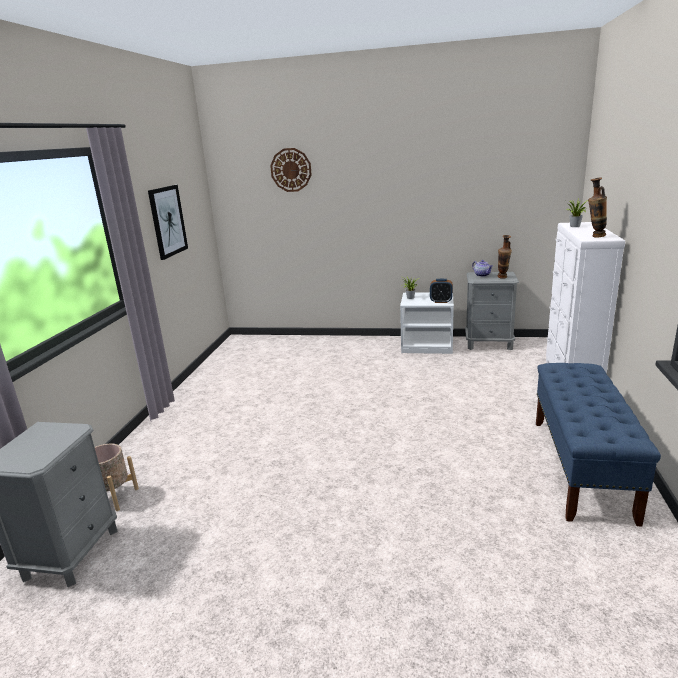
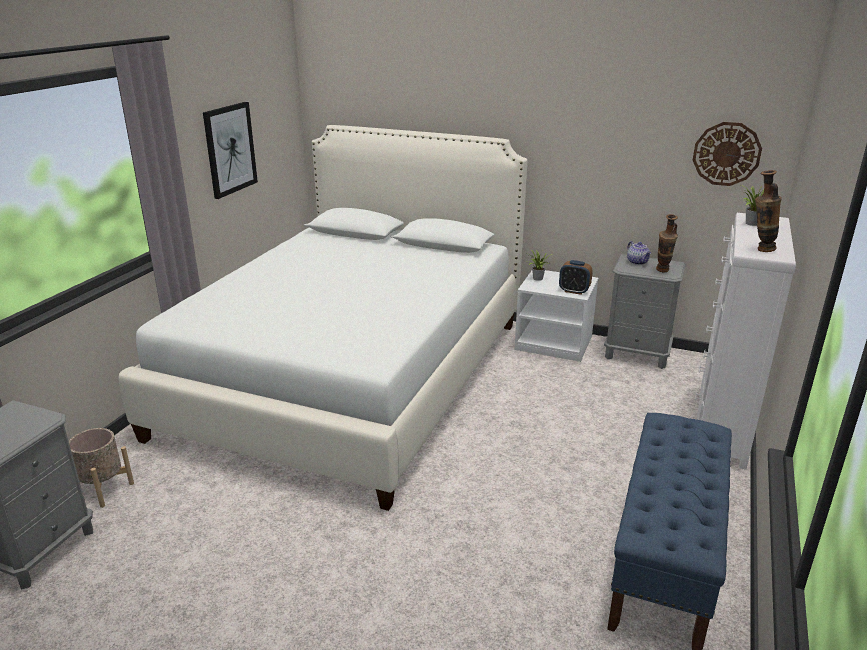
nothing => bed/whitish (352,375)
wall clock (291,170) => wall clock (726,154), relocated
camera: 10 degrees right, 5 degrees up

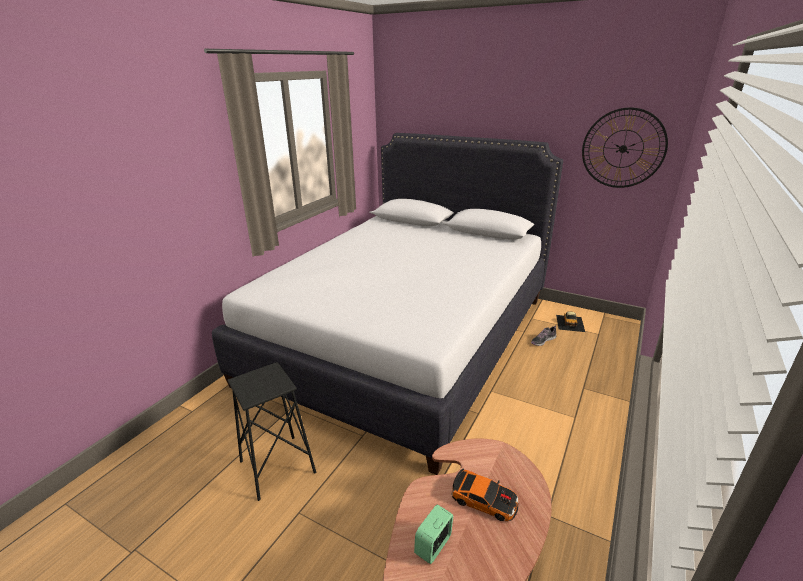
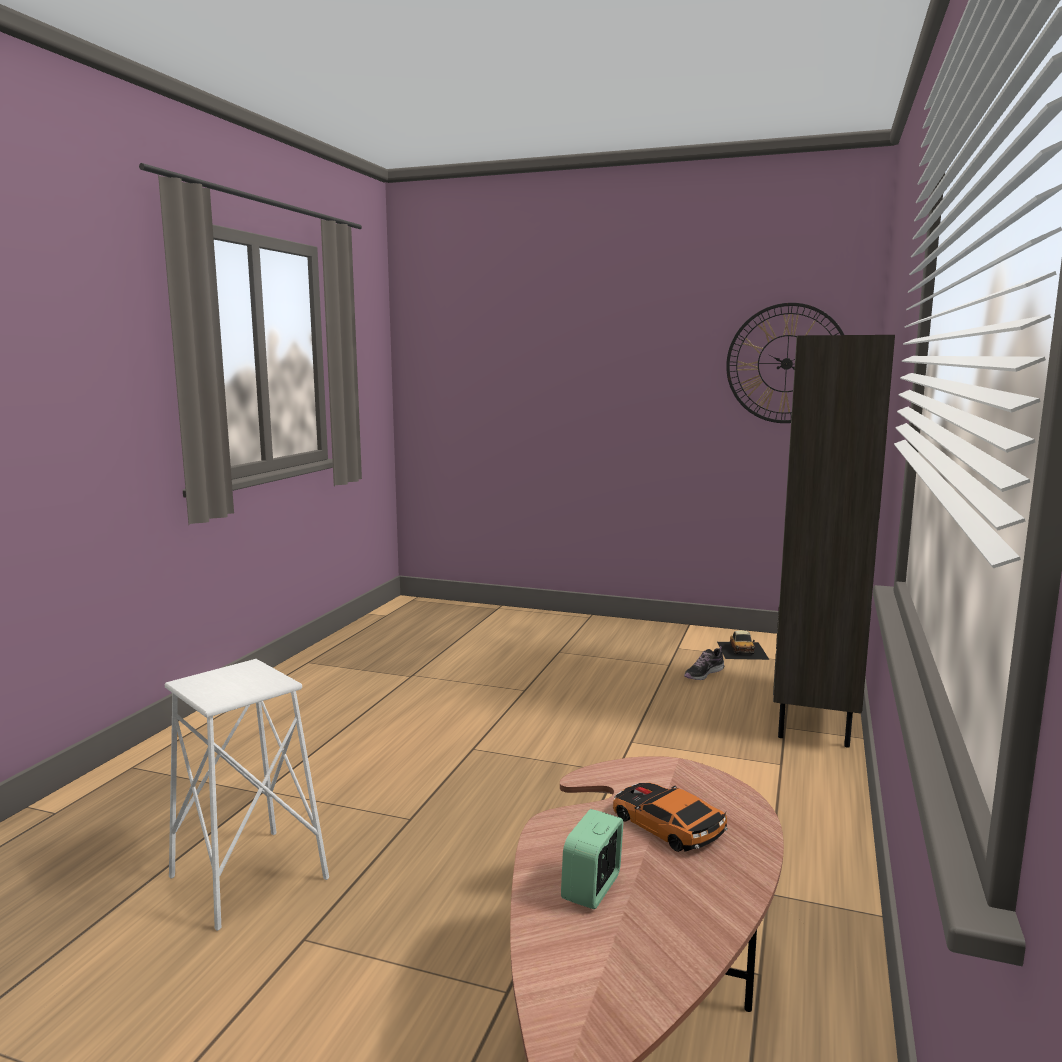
bed/whitish (405,337) => nothing
nothing => shelving unit/brown (816,715)
stool/blackish (277,467) => stool/whitish (249,878)
model car (484,499) => model car (666,825), 150 degrees counterclockwise
camera: 10 degrees left, 15 degrees down

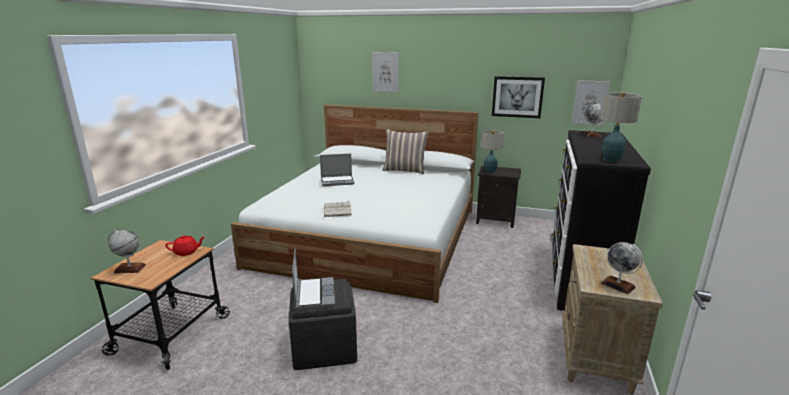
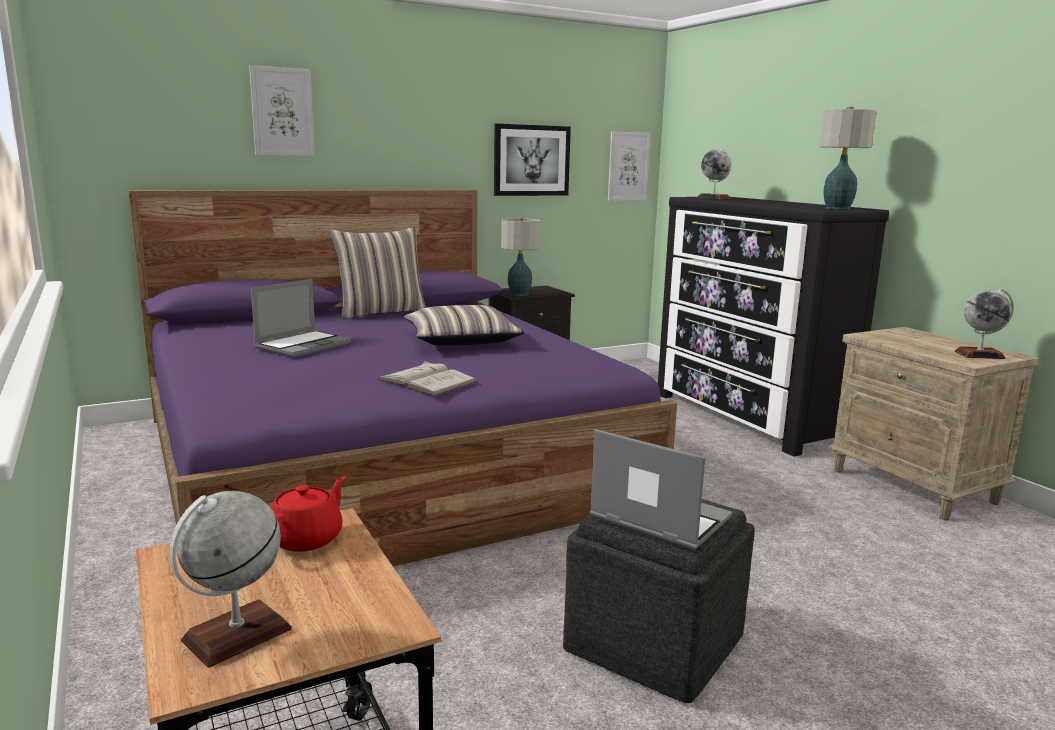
nothing => throw pillow (462,340)
bed/whitish (371,236) => bed/purplish (381,457)
camera: 45 degrees left, 5 degrees down

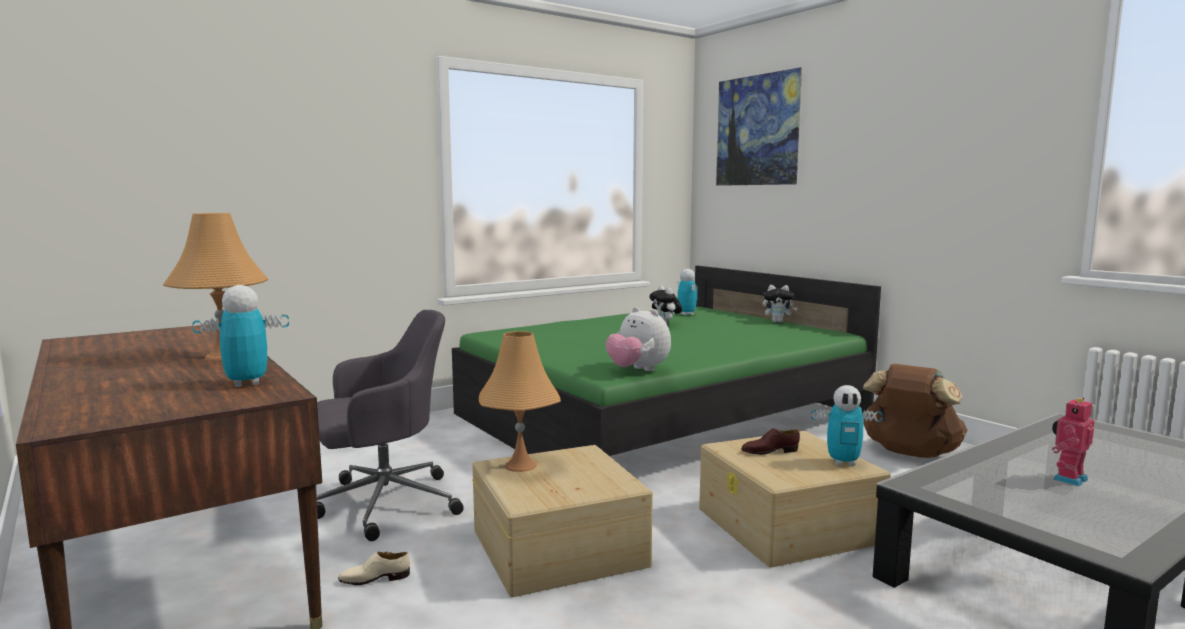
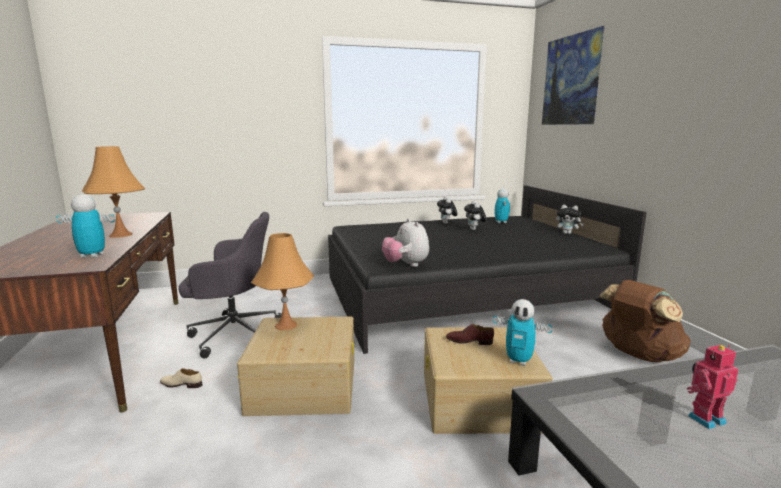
nothing => cuddly toy (446,223)
bed/green-coloured (661,415) => bed/blackish (462,295)
camera: 20 degrees right, 5 degrees up

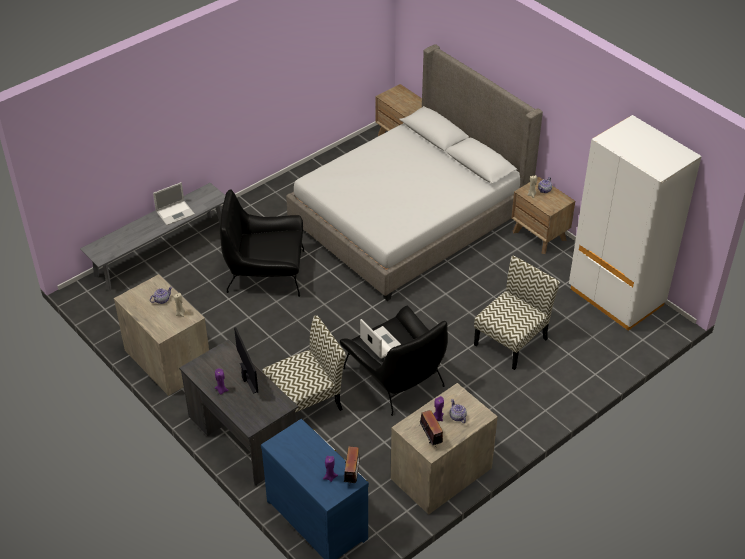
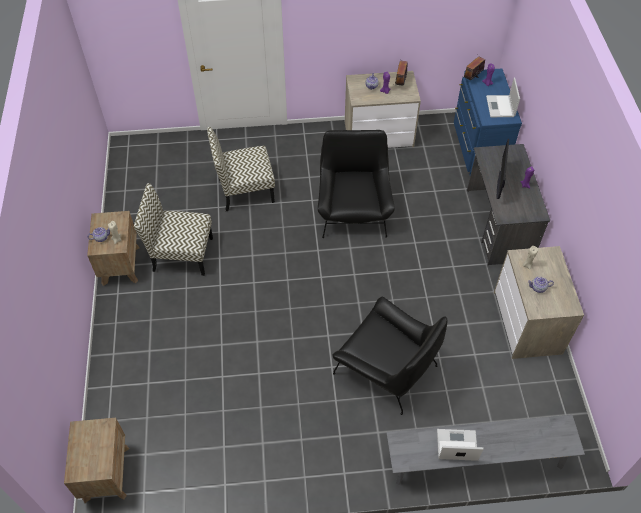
bed (409,218) => nothing
armoire/whitish (616,297) => nothing
upright chair (305,402) => upright chair (181,254), relocated
portable computer (380,342) => portable computer (500,107), relocated
camera: 145 degrees left, 10 degrees up

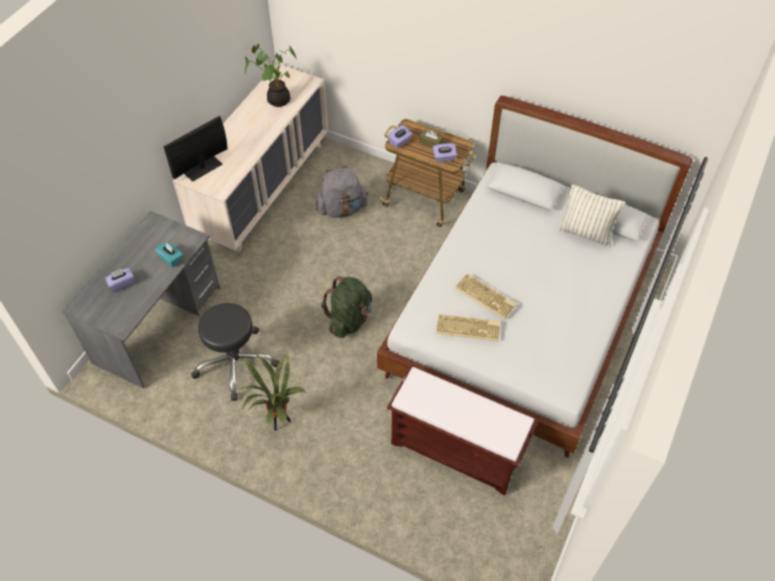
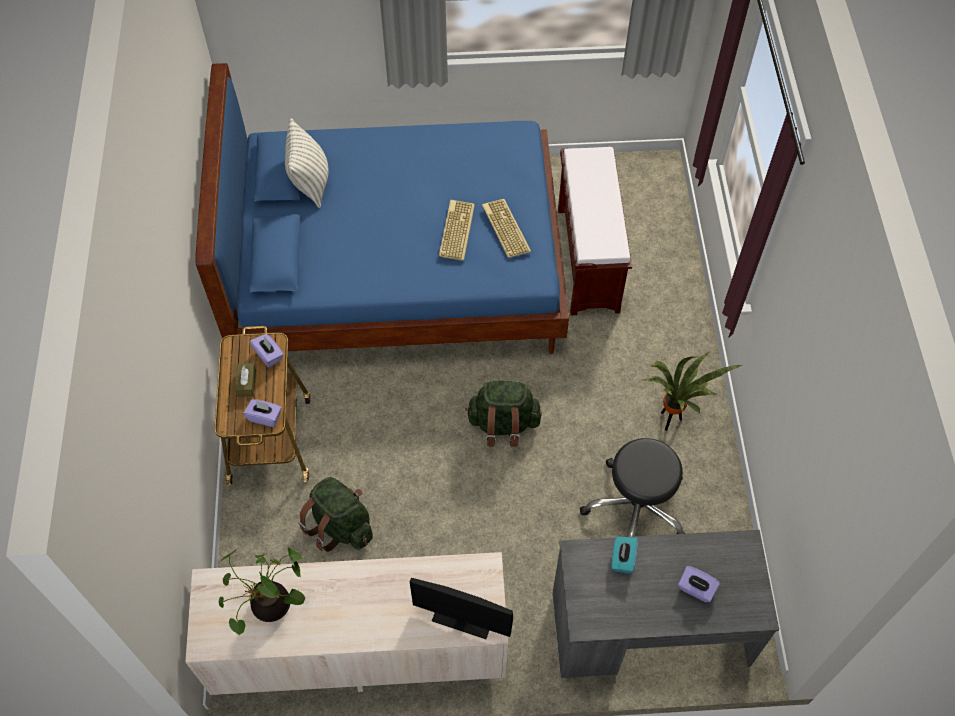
knapsack/gray (342,209) => knapsack/green-coloured (340,525)
bed/whitish (522,318) => bed/blue (397,267)
camera: 120 degrees left, 5 degrees up

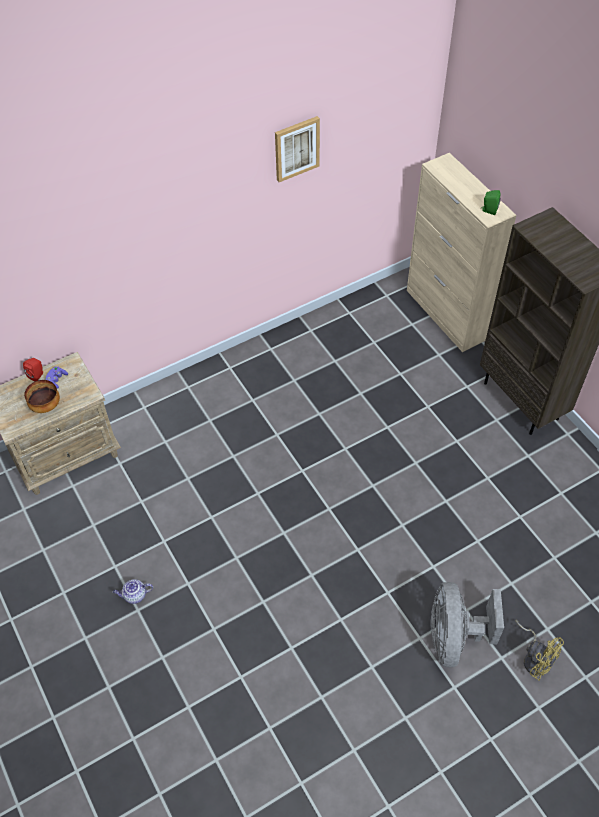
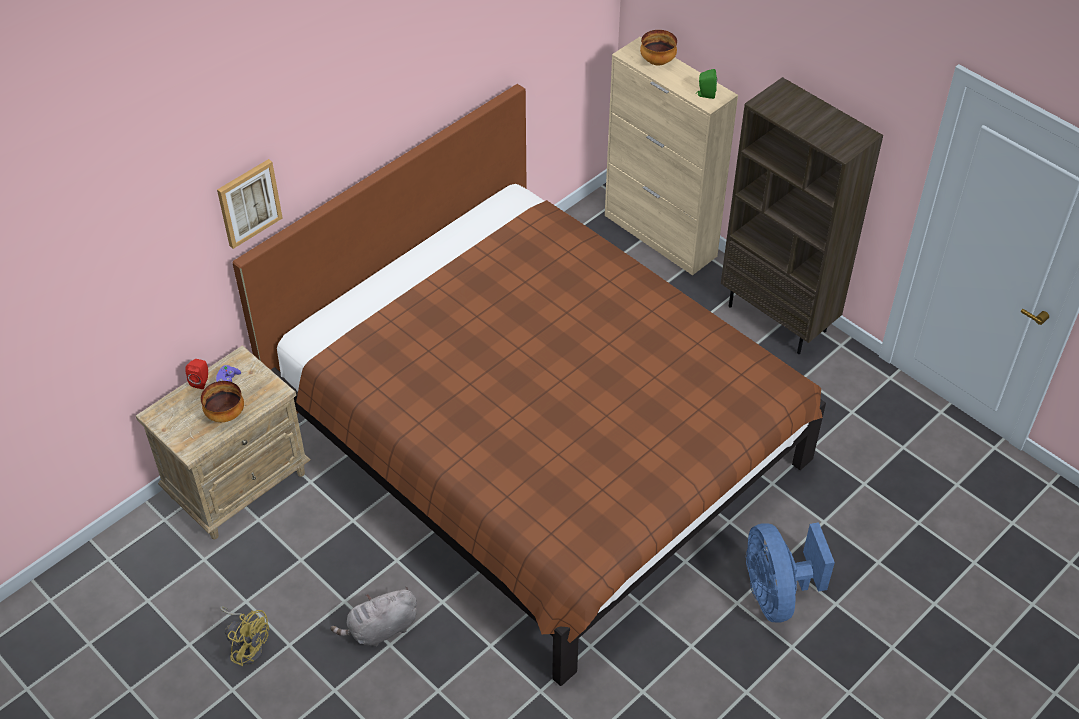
nothing => bed/brown (538,443)
nothing => serving bowl (657,61)
wall picture (296,148) => wall picture (248,202), relocated
electric fan/yellow-coloured (535,658) => electric fan/yellow-coloured (247,645), relocated
pot for tea (134,595) => cuddly toy/gray (380,629)
electric fan/gray (454,637) => electric fan/blue (776,593)
camera: 15 degrees left, 5 degrees down

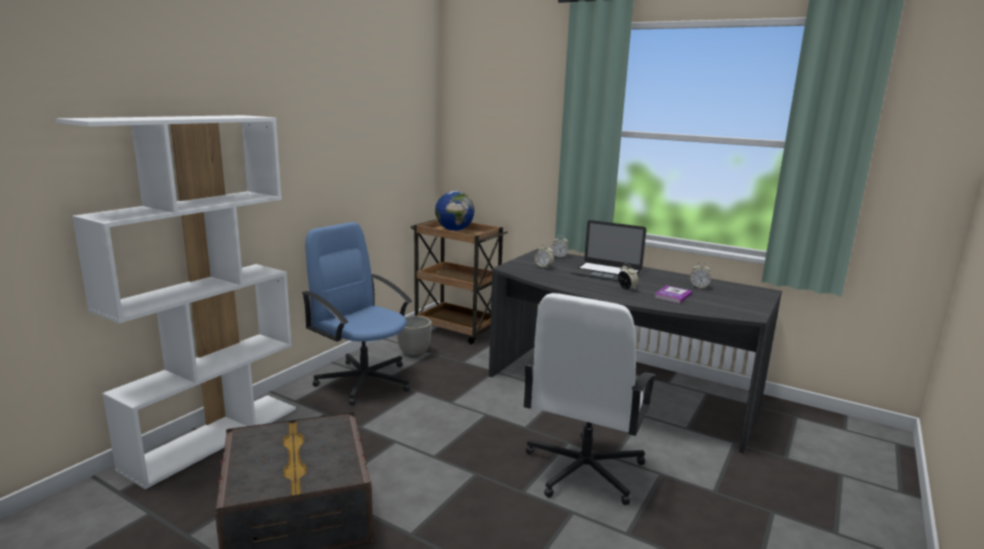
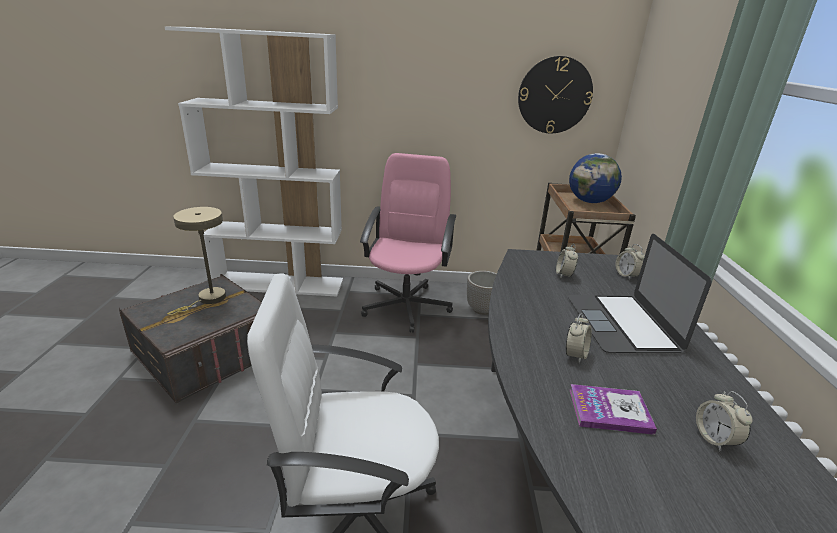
nothing => lamp for a table/beige (208,299)
nothing => wall clock (554,95)
office chair/blue (364,380) => office chair/pink (406,305)
camera: 60 degrees right, 10 degrees up

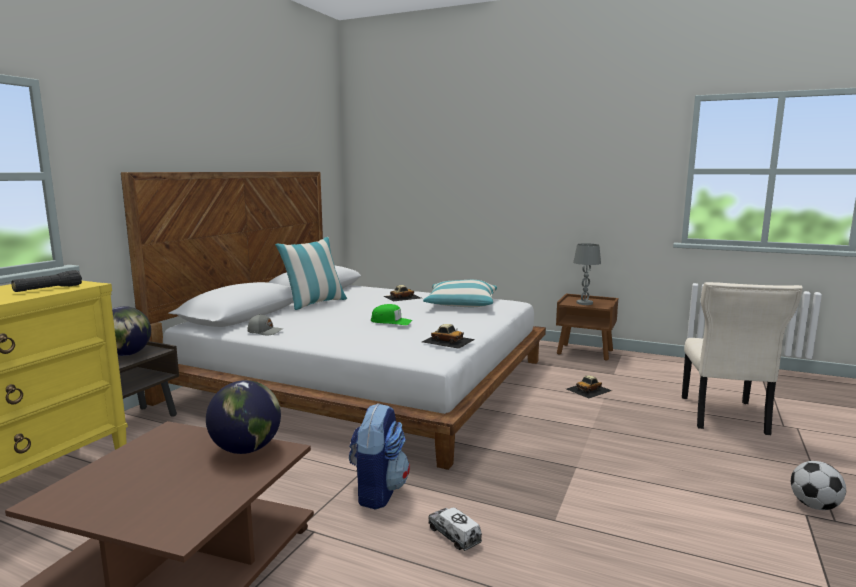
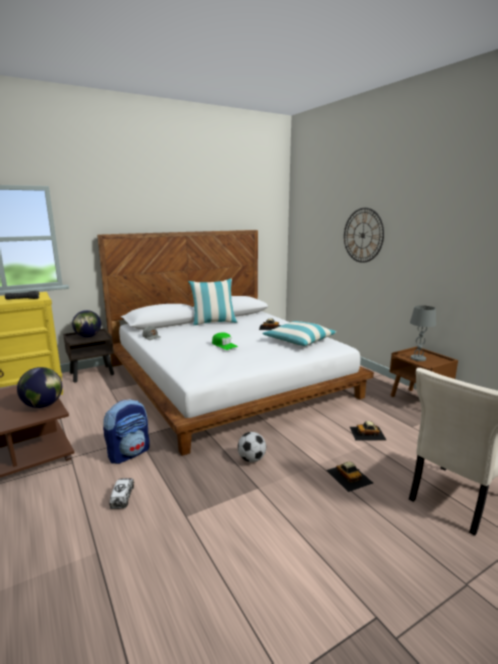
nothing => wall clock (363,235)
model car (448,340) => model car (349,476), relocated
football ball (815,506) => football ball (251,459), relocated
camera: 35 degrees right, 5 degrees up

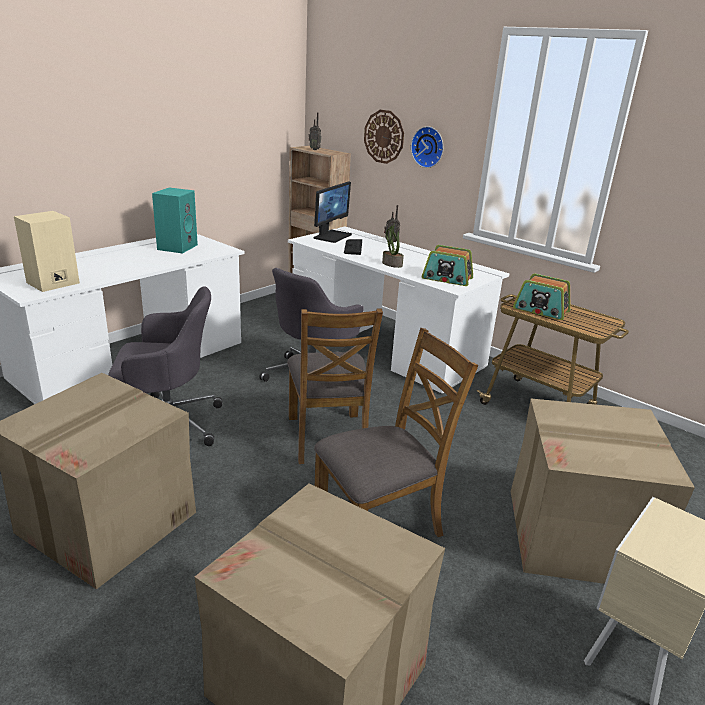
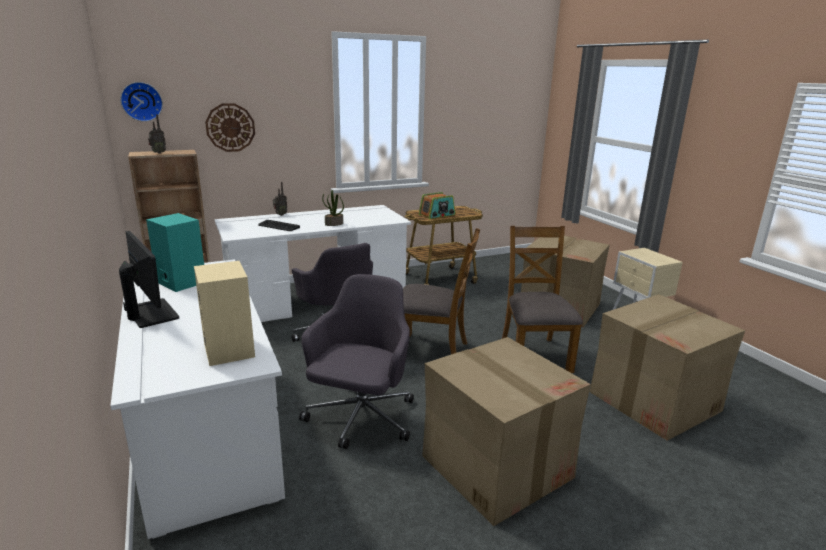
radio receiver (447,278) => nothing
computer screen (332,236) => computer screen (150,313), relocated
wall clock (428,147) => wall clock (141,101), relocated
camera: 65 degrees left, 5 degrees down

